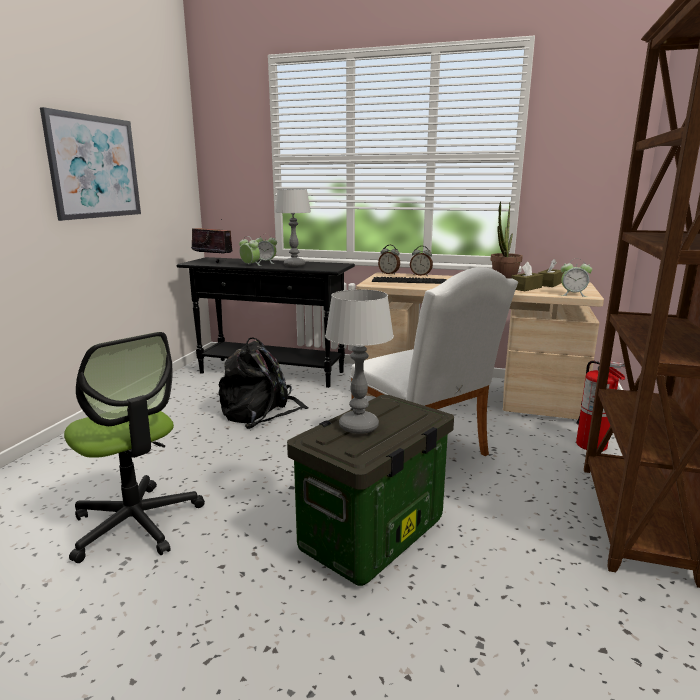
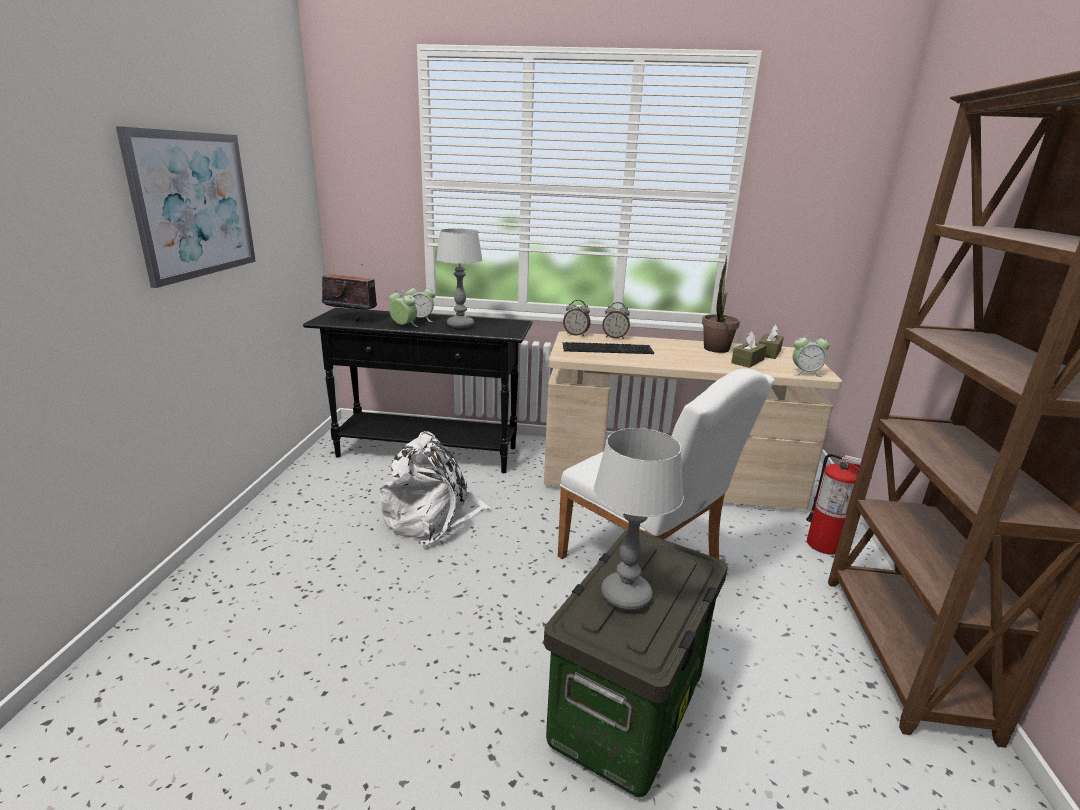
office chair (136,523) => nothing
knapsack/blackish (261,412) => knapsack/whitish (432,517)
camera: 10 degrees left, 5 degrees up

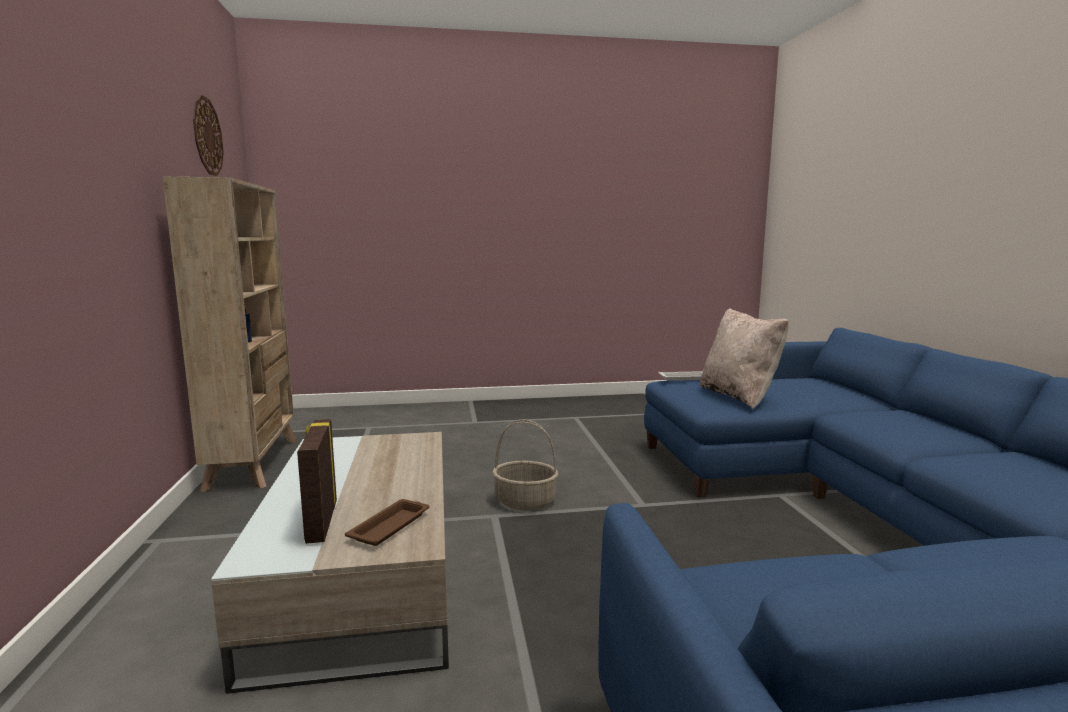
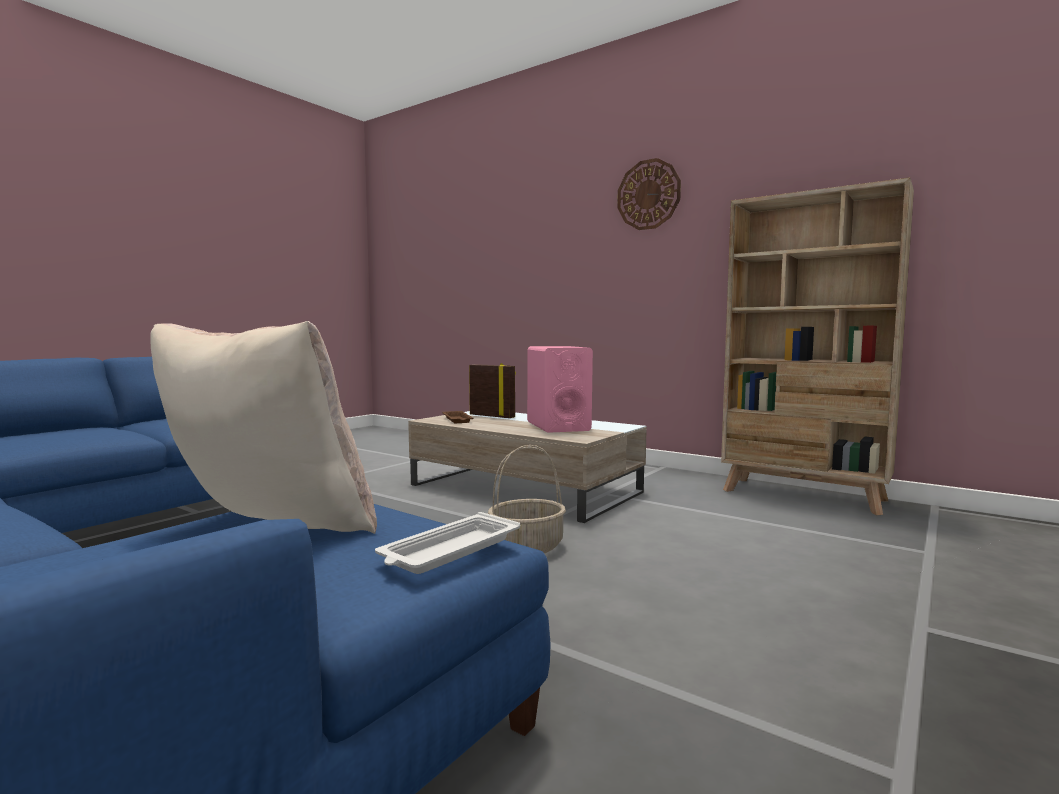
nothing => audio speaker/pink (557,426)
wall clock (207,136) => wall clock (648,195), relocated
camera: 135 degrees right, 5 degrees down

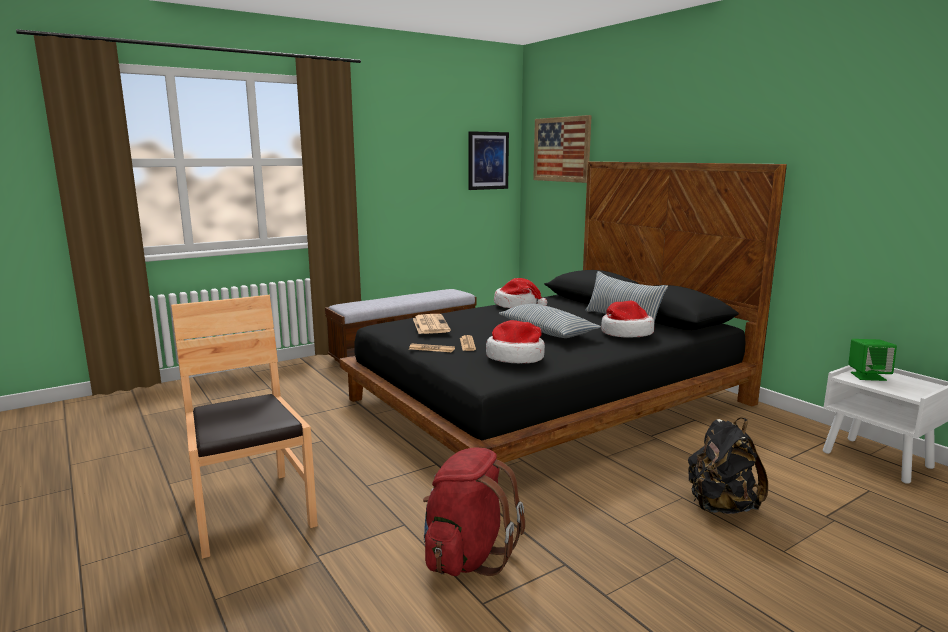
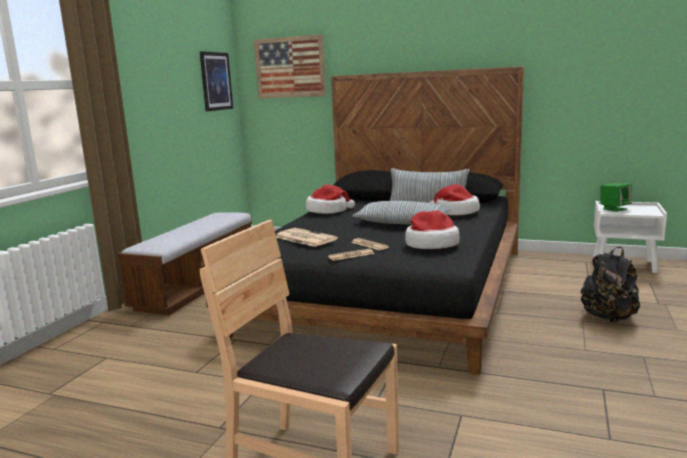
knapsack/reddish (467,556) => nothing
camera: 35 degrees left, 0 degrees up

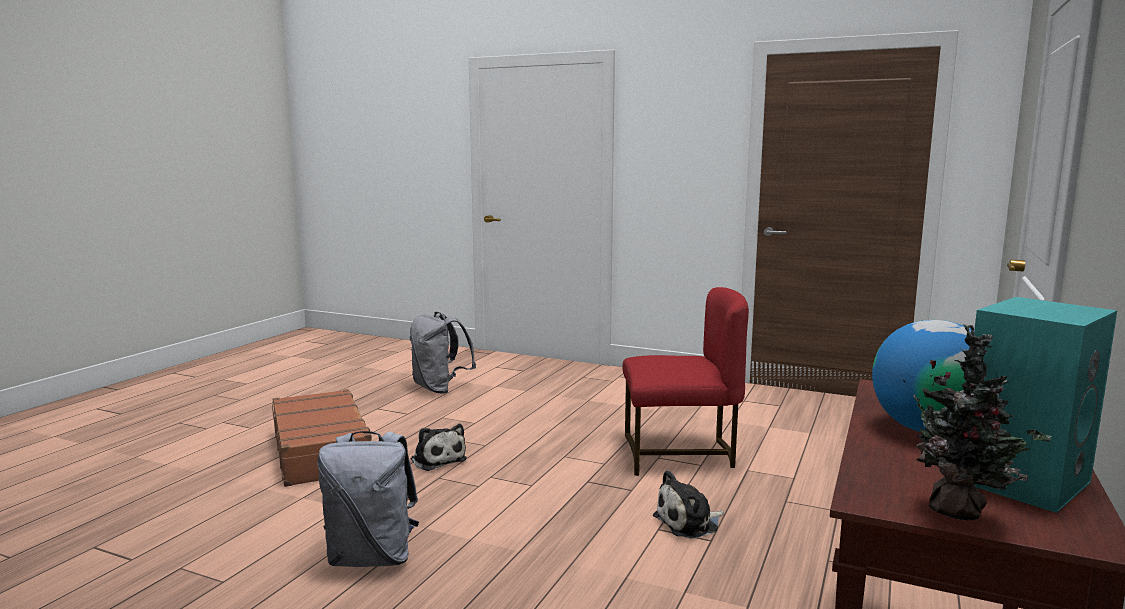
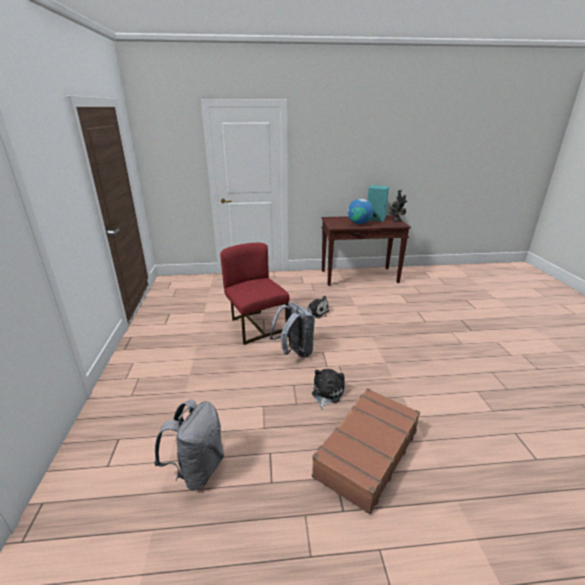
knapsack/gray (372,557) => knapsack/gray (294,352), relocated
camera: 120 degrees left, 15 degrees up

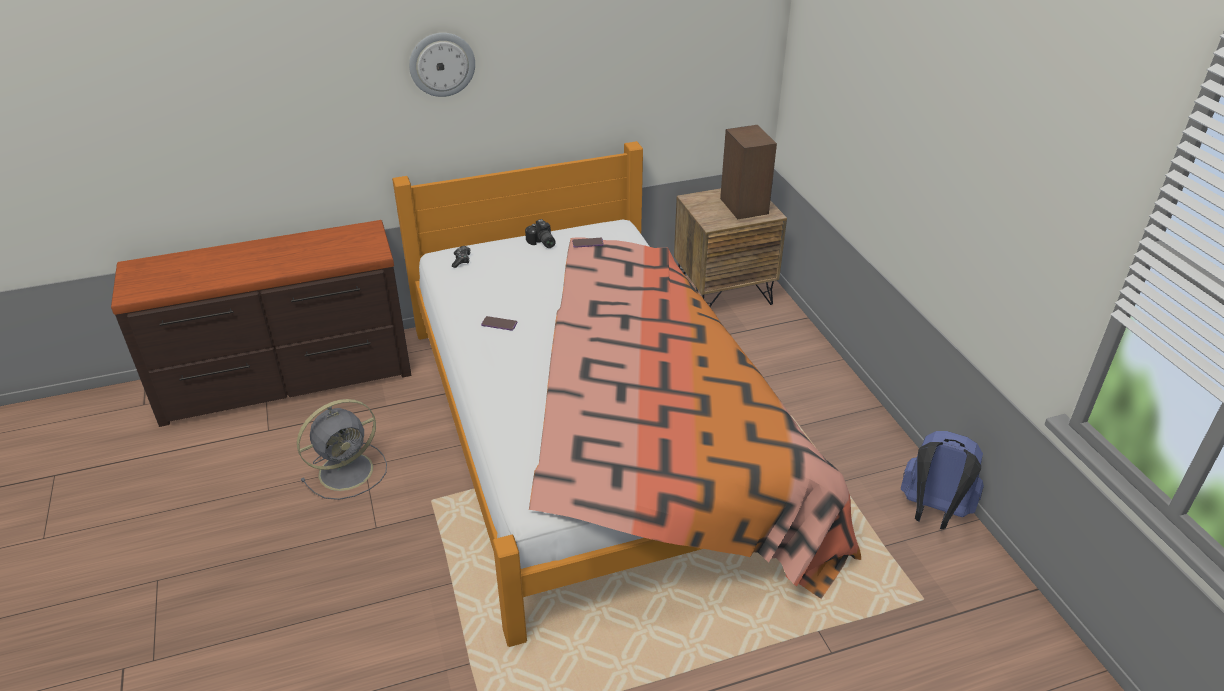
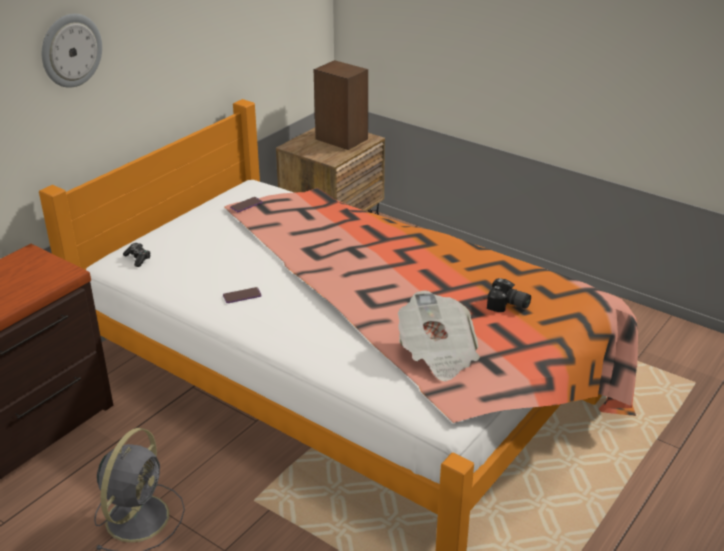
knapsack/blue (933,512) => nothing
nothing => printed paper (437,354)
photo camera (541,243) => photo camera (508,306), relocated
camera: 35 degrees left, 5 degrees down

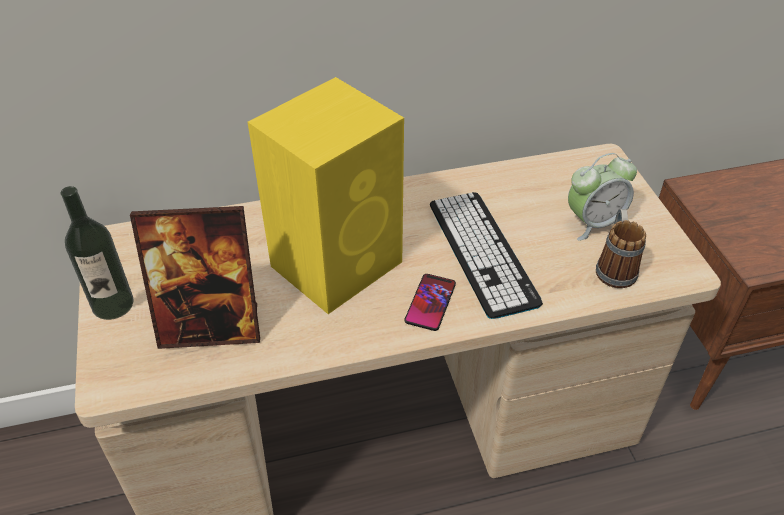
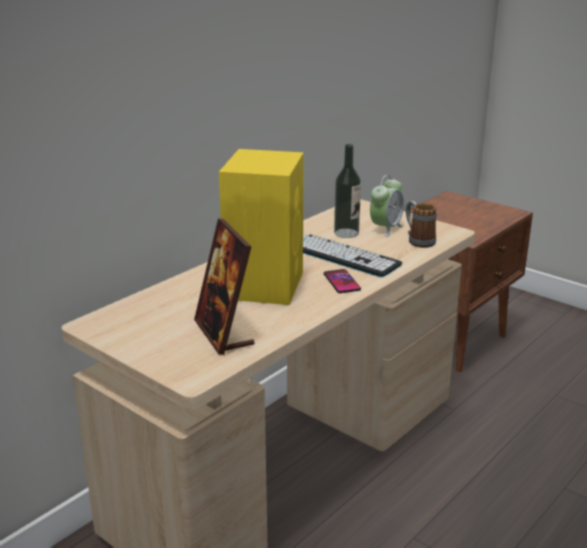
drink bottle (113,304) => drink bottle (346,233), relocated
picture frame (211,327) => picture frame (224,333), 105 degrees clockwise
camera: 35 degrees left, 20 degrees down

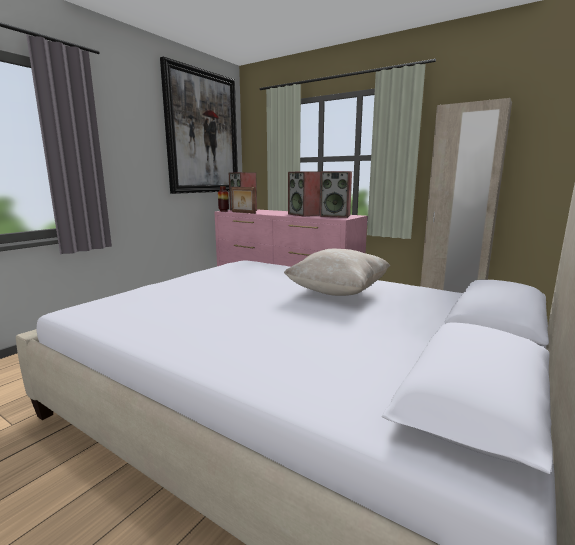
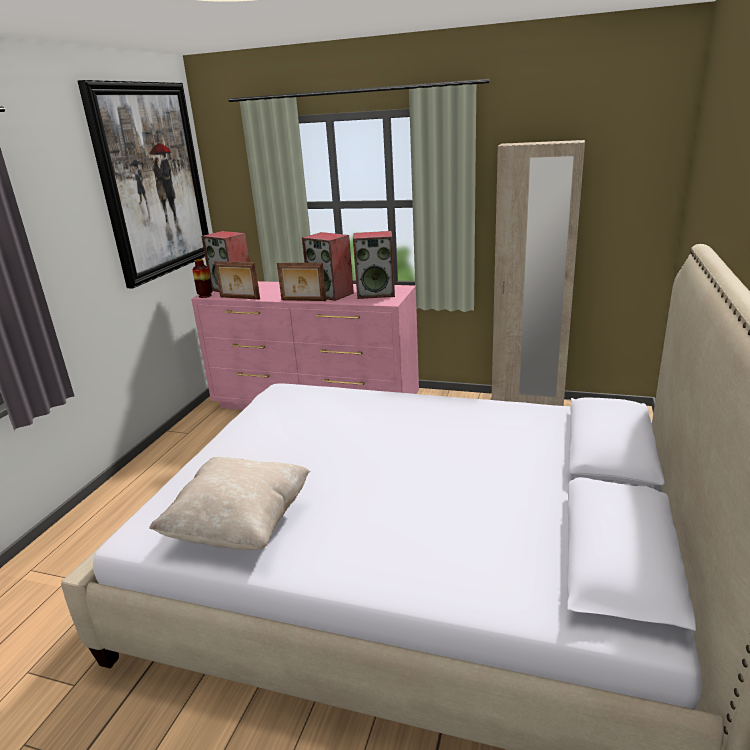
nothing => picture frame (303,300)
throw pillow/beige (338,292) => throw pillow/beige (240,526), relocated
camera: 15 degrees left, 10 degrees up

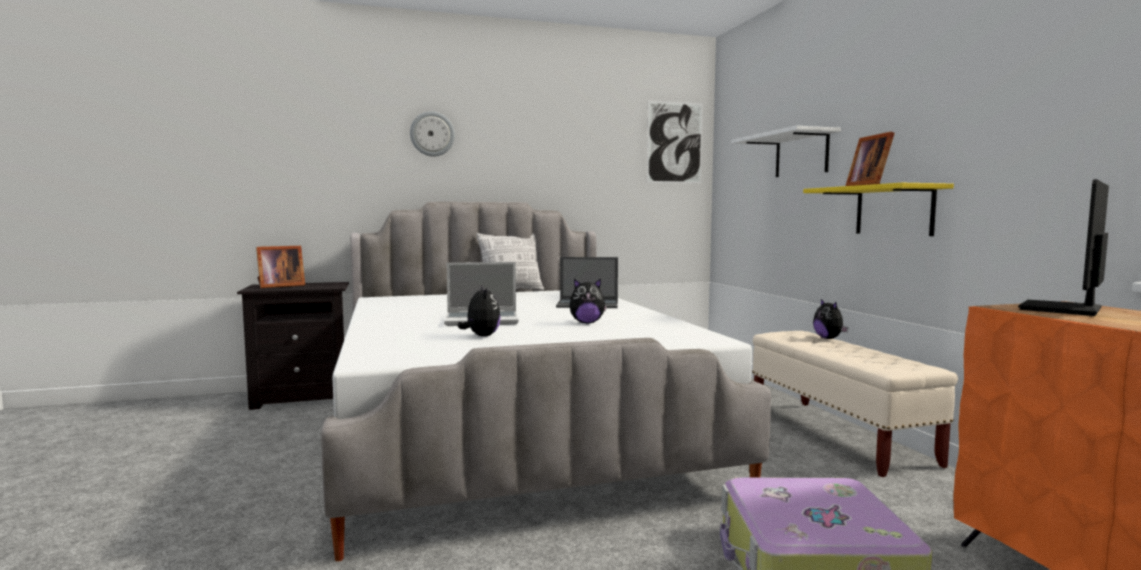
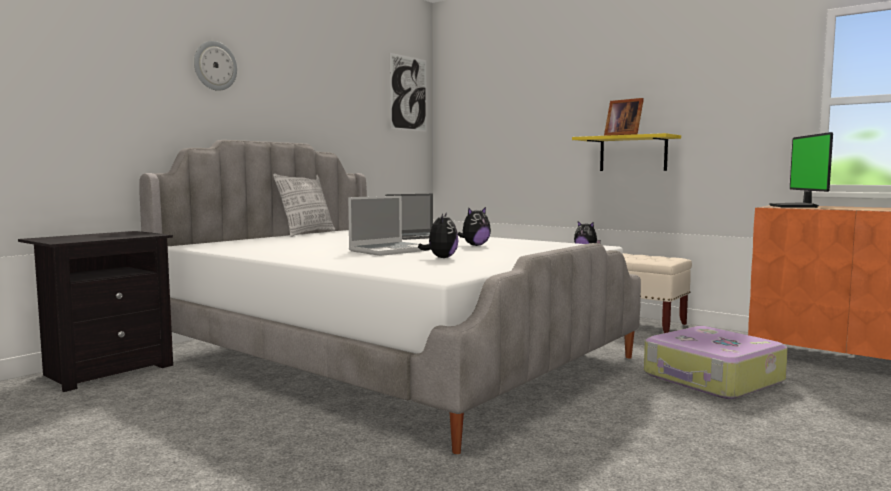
picture frame (279,286) => nothing
wall shelf/whitish (801,155) => nothing
cuddly toy (481,336) => cuddly toy (441,258), 60 degrees clockwise
camera: 35 degrees left, 0 degrees up

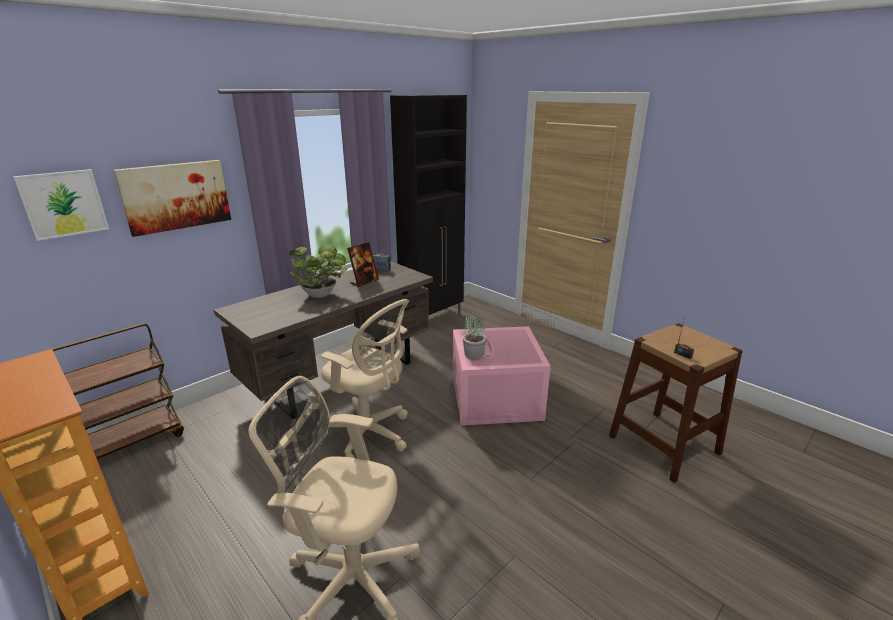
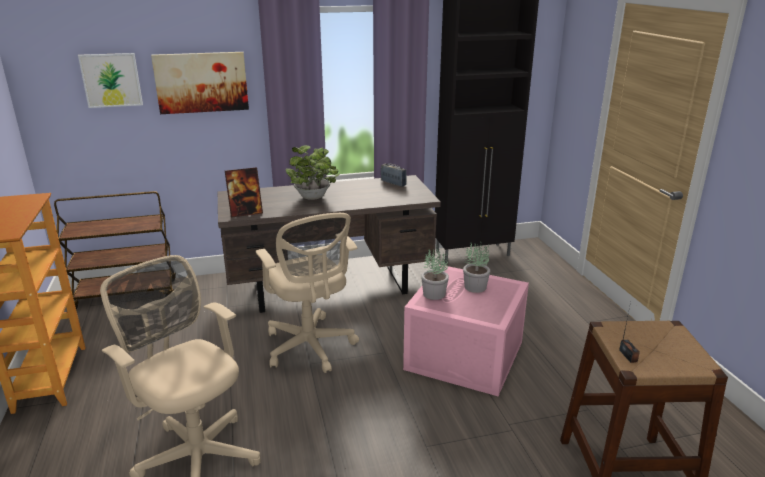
nothing => houseplant (475,287)
picture frame (364,282) => picture frame (246,213), relocated
camera: 30 degrees right, 0 degrees up

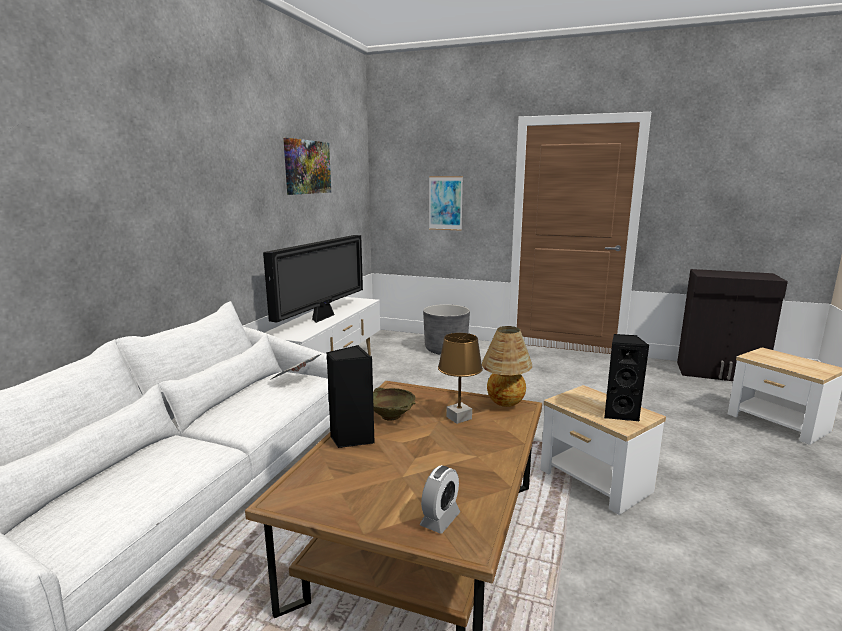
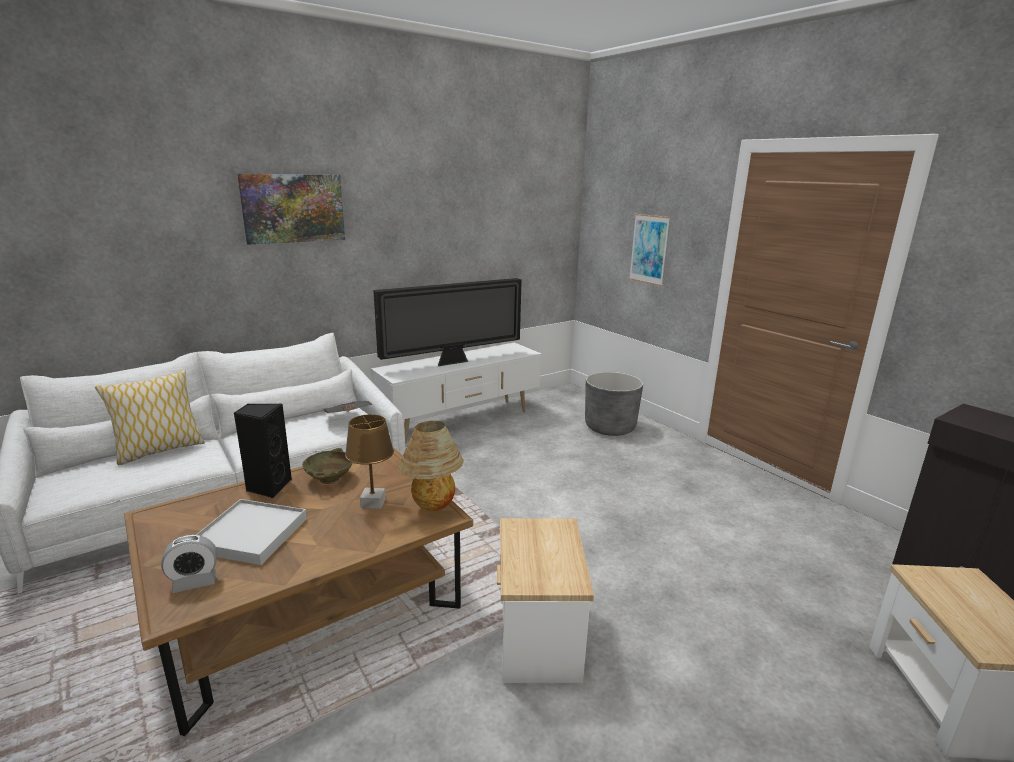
audio speaker/blackish (620,413) => nothing
nothing => throw pillow (159,450)
nothing => tray/whitish (250,535)
wall picture (307,167) => wall picture (293,208), relocated
camera: 35 degrees right, 5 degrees up

